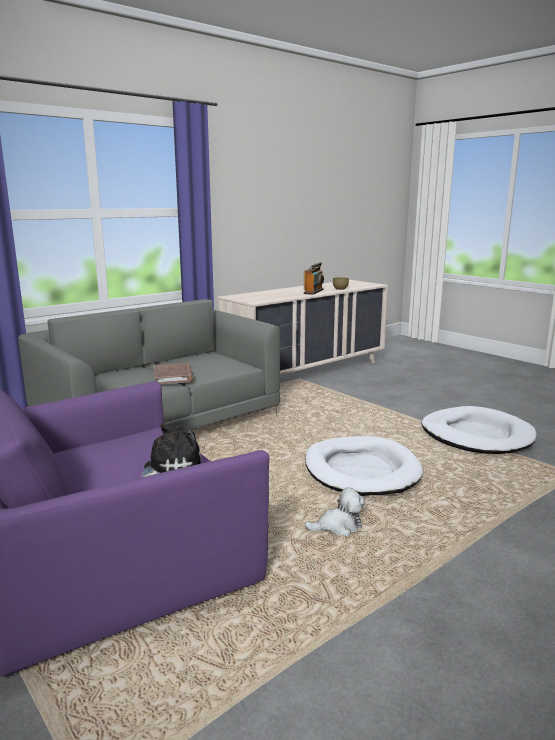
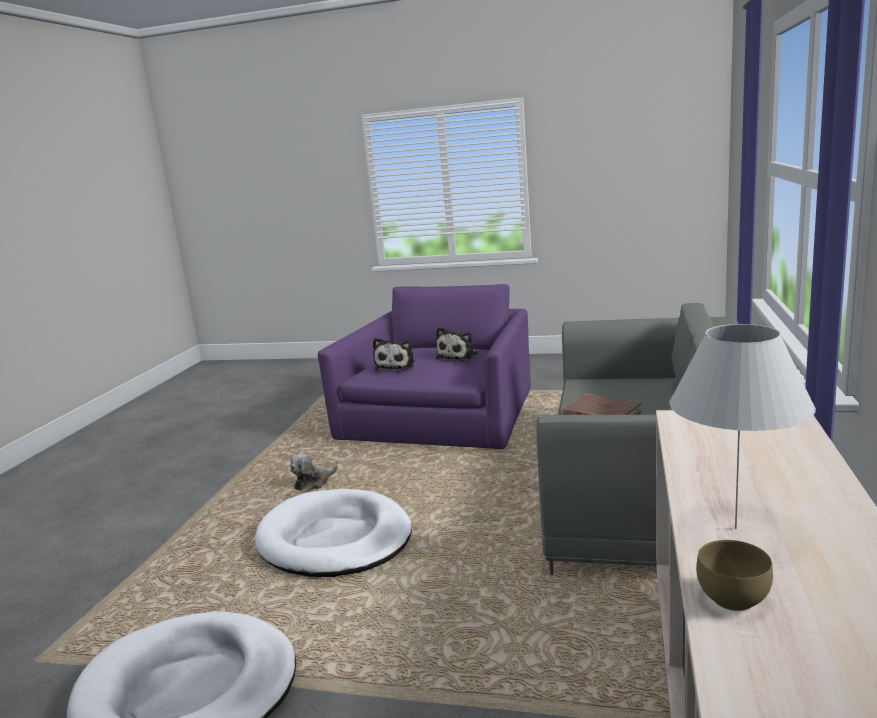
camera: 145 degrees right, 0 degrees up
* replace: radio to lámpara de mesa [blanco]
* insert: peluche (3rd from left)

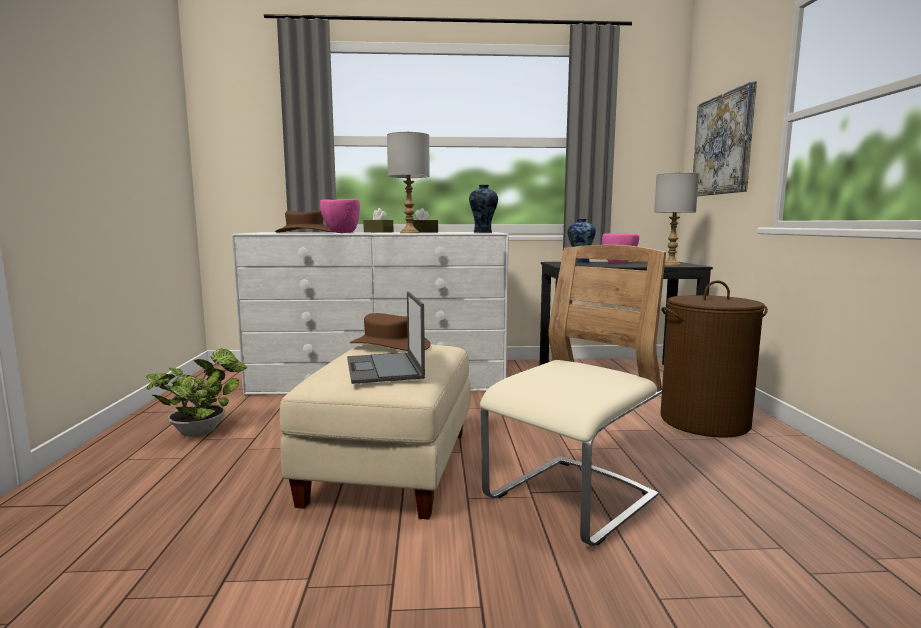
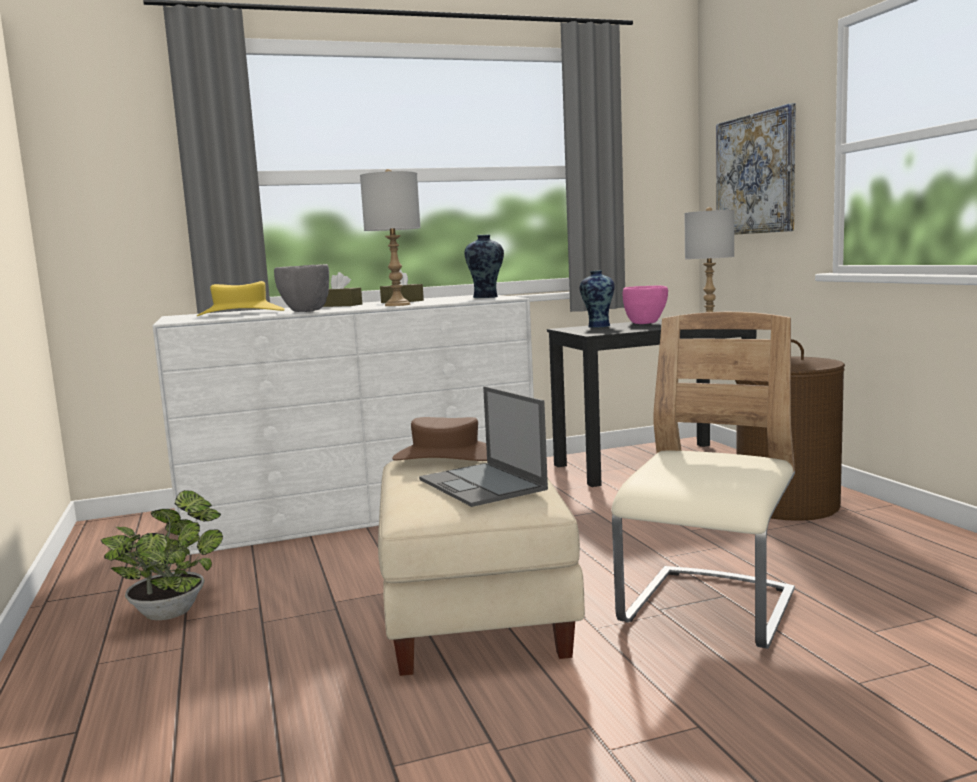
camera: 15 degrees left, 0 degrees up
* recolor: sombrero [marrón] (1st from left) to sombrero [amarillo]
* recolor: cuenco [rosa] (1st from left) to cuenco [gris]

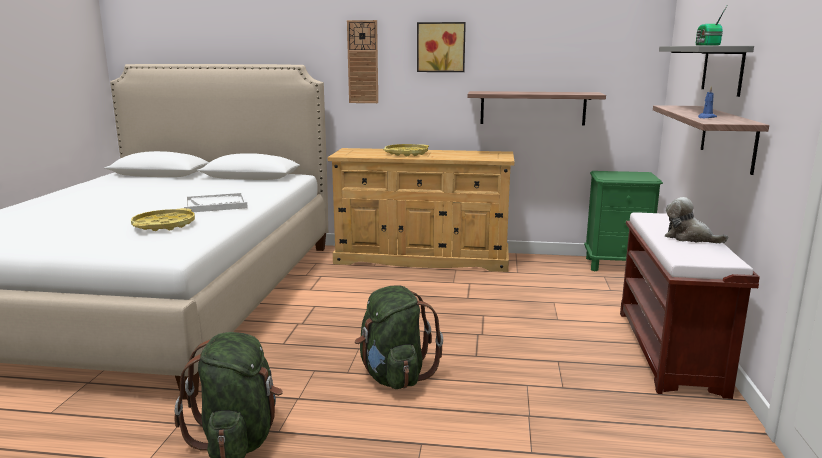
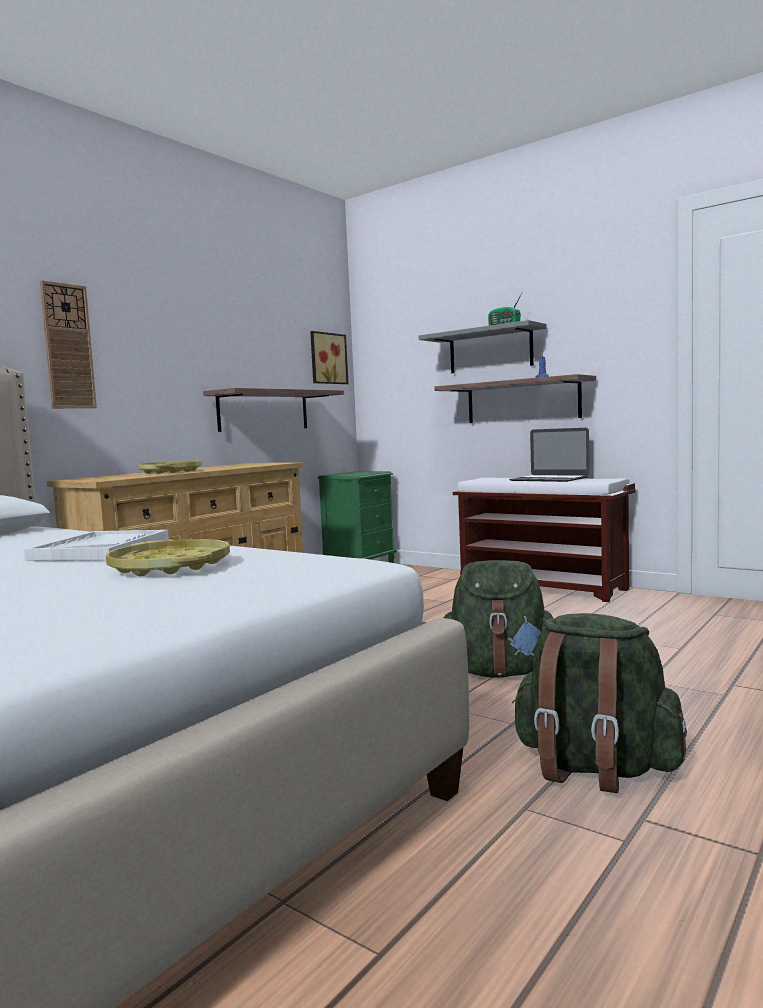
camera: 60 degrees left, 10 degrees down
* move: cuadro
* replace: peluche to portátil

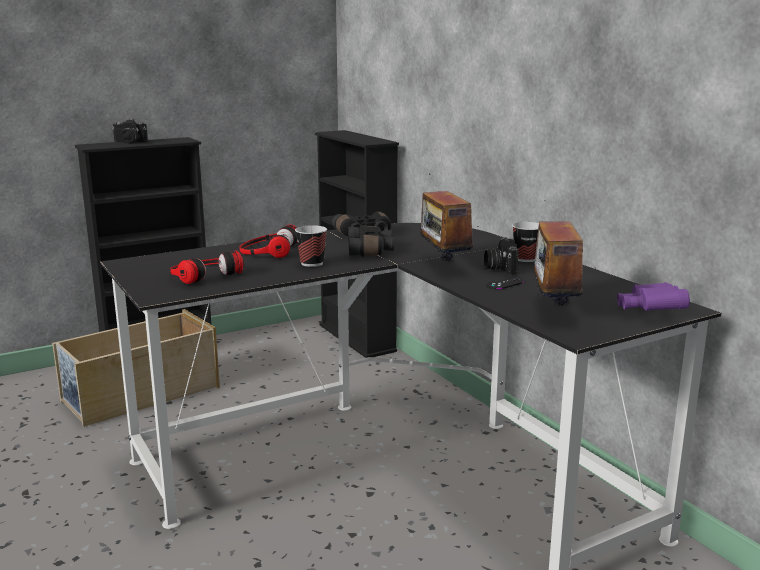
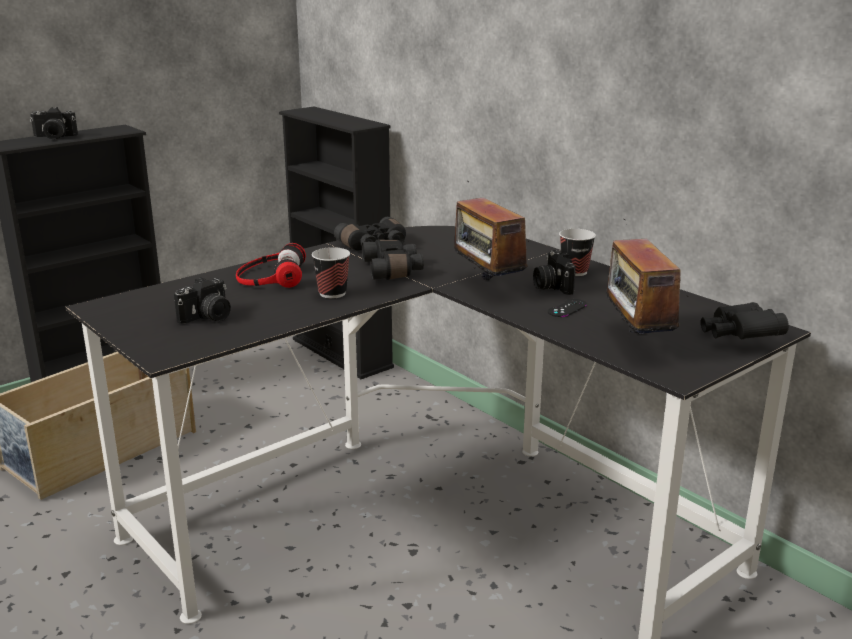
camera: 10 degrees left, 5 degrees up
* replace: auriculares (1st from left) to cámara (2nd from left)
* recolor: prismáticos [morado] to prismáticos [negro] (3rd from left)

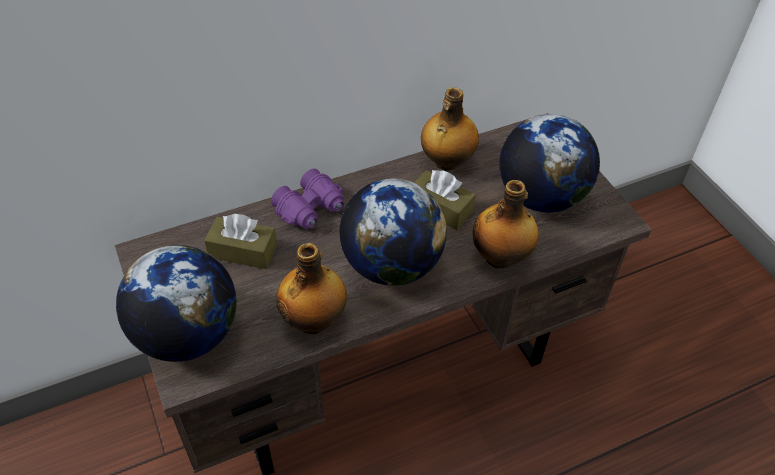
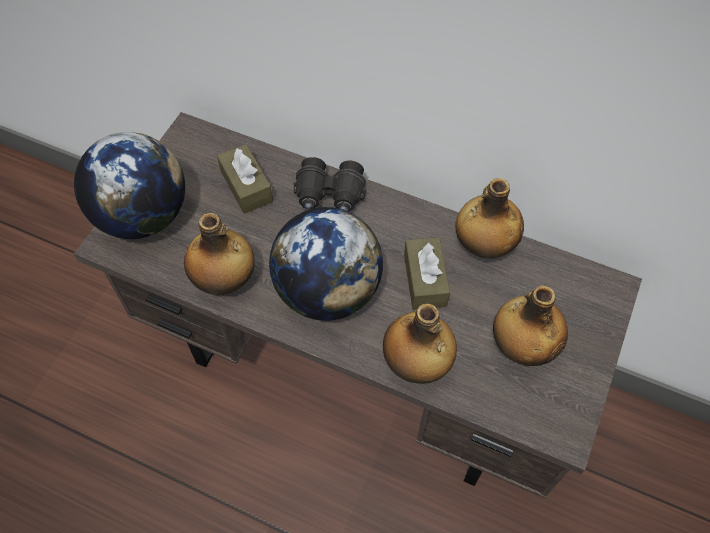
camera: 50 degrees right, 10 degrees up
* recolor: prismáticos [morado] to prismáticos [negro]
* replace: globo terráqueo (3rd from left) to botella (4th from left)

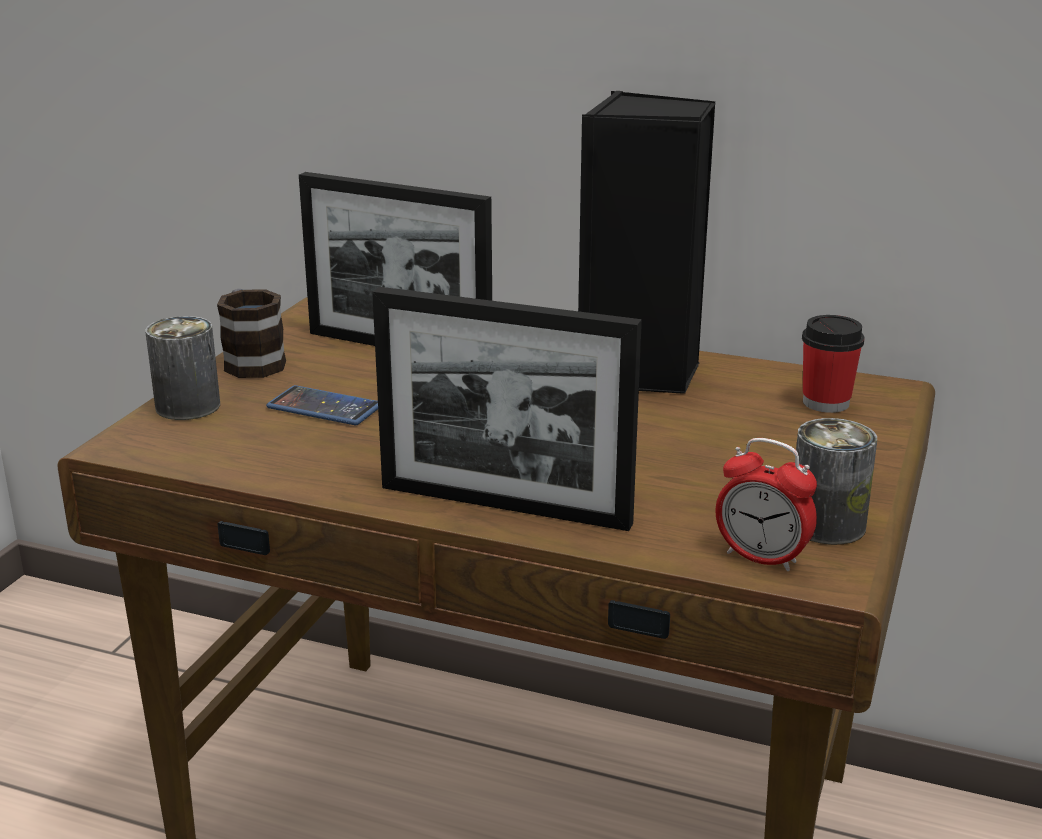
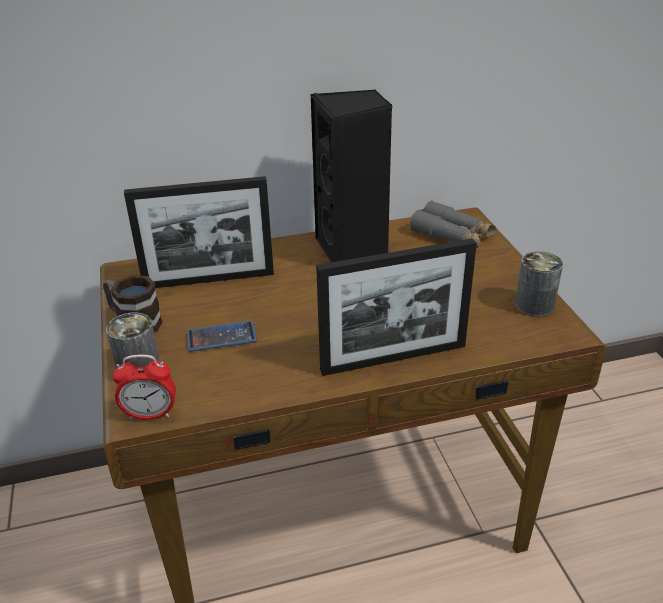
camera: 35 degrees left, 10 degrees up
* move: despertador
* replace: taza to prismáticos [gris]

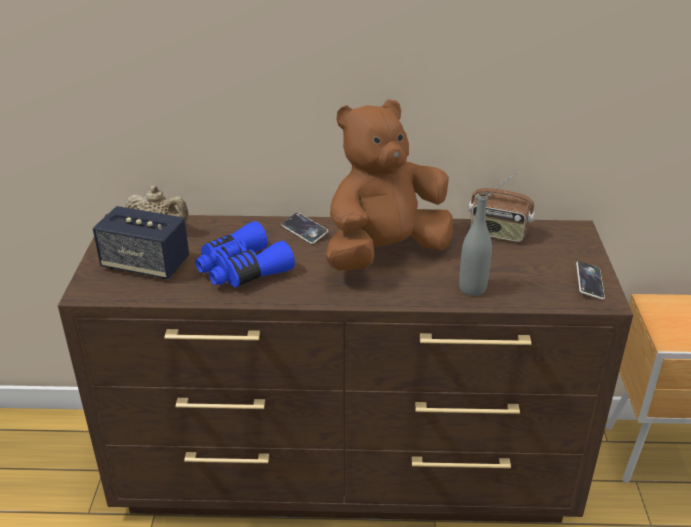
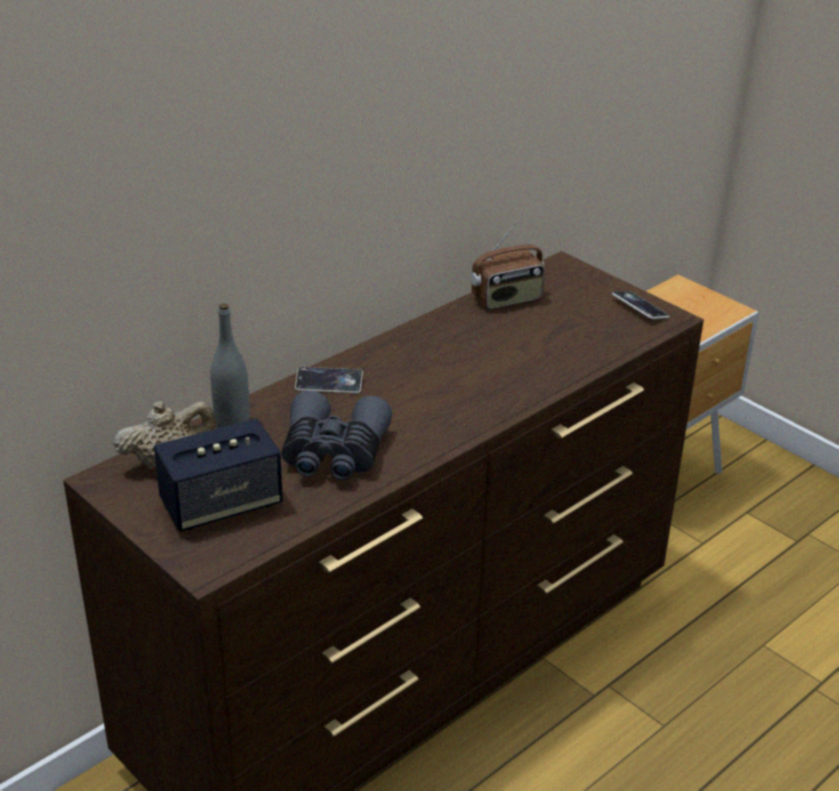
camera: 45 degrees left, 0 degrees up
* recolor: prismáticos [azul] to prismáticos [gris]
* delete: peluche [marrón]
* move: botella [gris]

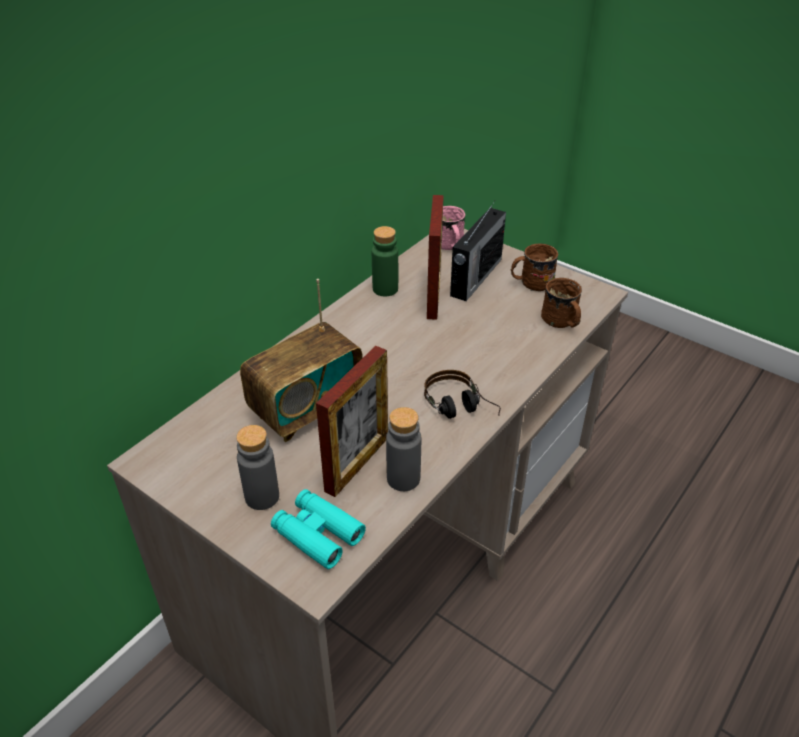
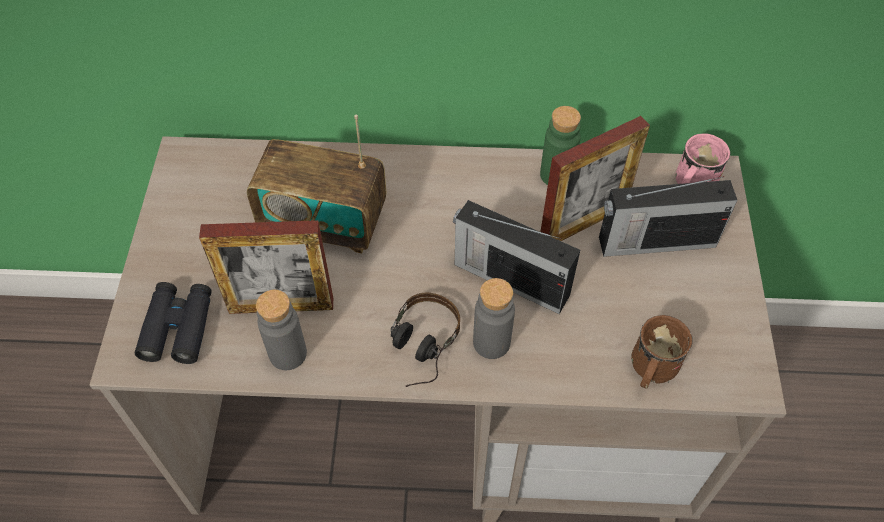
camera: 55 degrees right, 15 degrees up
* move: botella [gris] (1st from left in the first image) to botella [gris] (2nd from left)
* recolor: prismáticos [turquesa] to prismáticos [negro]
* delete: taza grande [marrón] (1st from left)
* insert: radio (2nd from left)

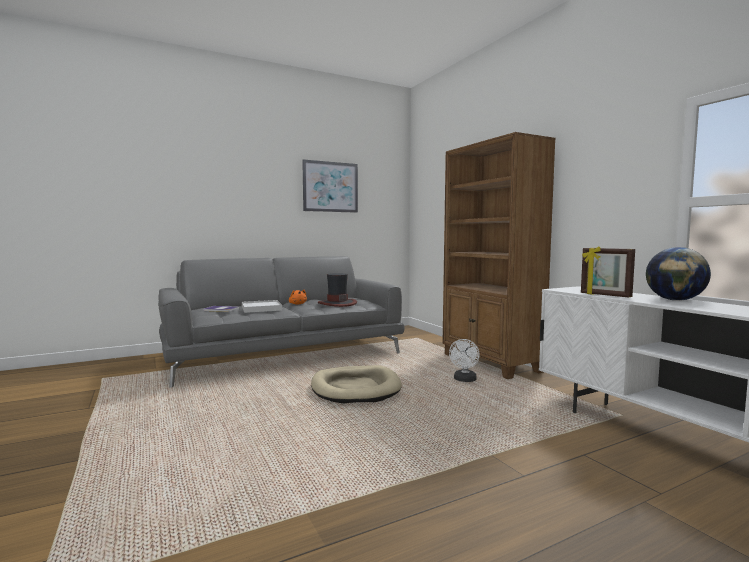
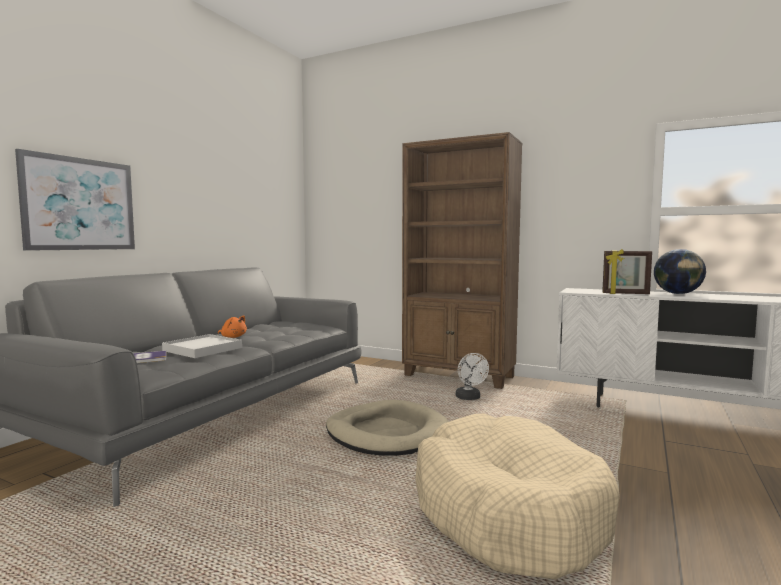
camera: 35 degrees left, 0 degrees up
* move: cuadro
* delete: sombrero
* insert: cama para perro [beis] (2nd from left)

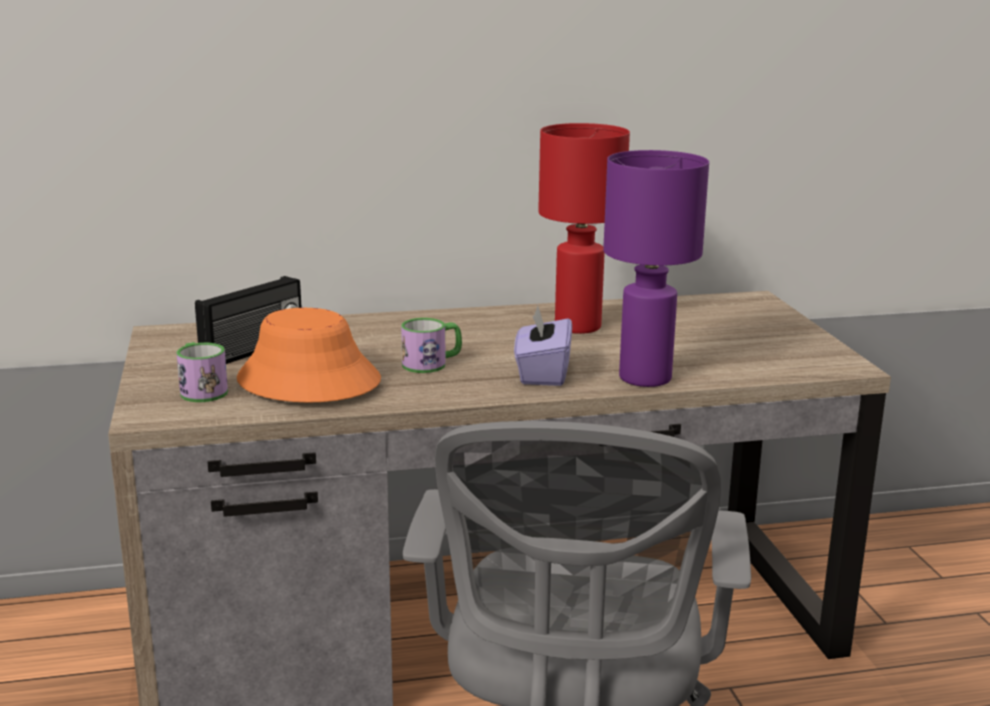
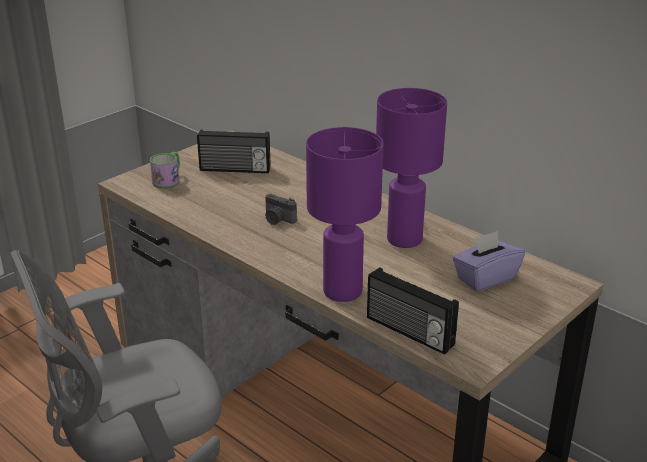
camera: 55 degrees right, 10 degrees up
* delete: sombrero [naranja]
* replace: taza grande (2nd from left) to cámara
* move: caja de pañuelos [morado]
* recolor: lámpara de mesa [rojo] to lámpara de mesa [morado] (2nd from left)
* insert: radio (2nd from left)

